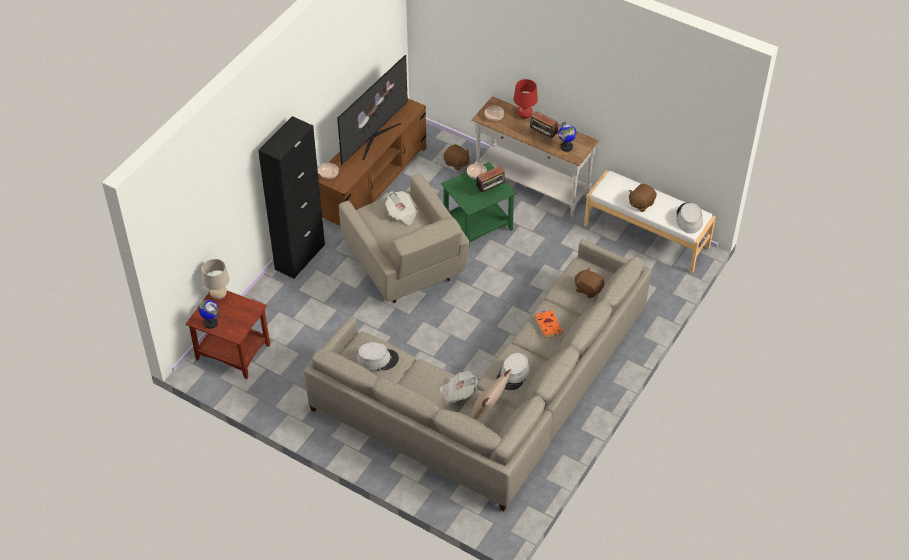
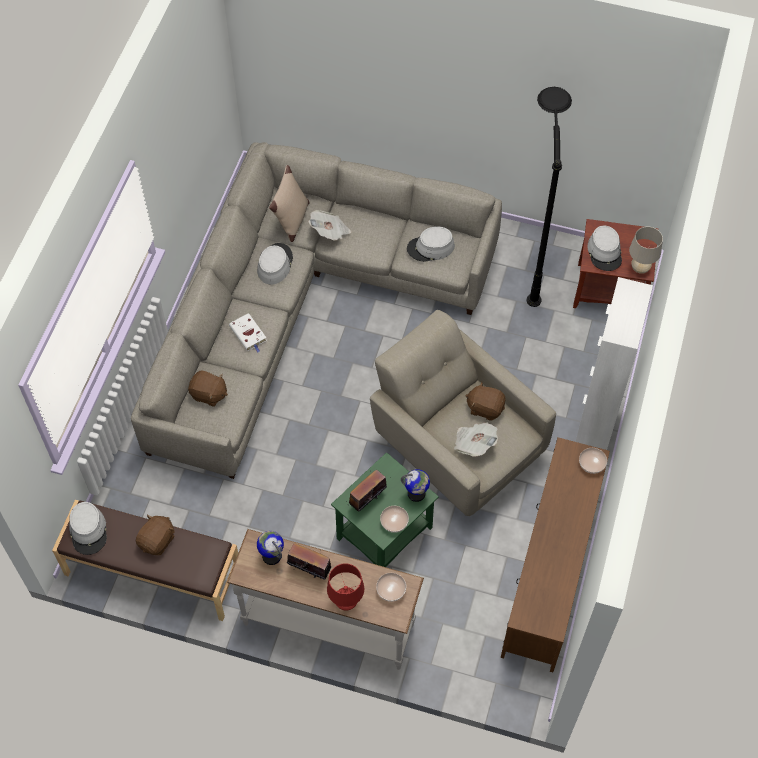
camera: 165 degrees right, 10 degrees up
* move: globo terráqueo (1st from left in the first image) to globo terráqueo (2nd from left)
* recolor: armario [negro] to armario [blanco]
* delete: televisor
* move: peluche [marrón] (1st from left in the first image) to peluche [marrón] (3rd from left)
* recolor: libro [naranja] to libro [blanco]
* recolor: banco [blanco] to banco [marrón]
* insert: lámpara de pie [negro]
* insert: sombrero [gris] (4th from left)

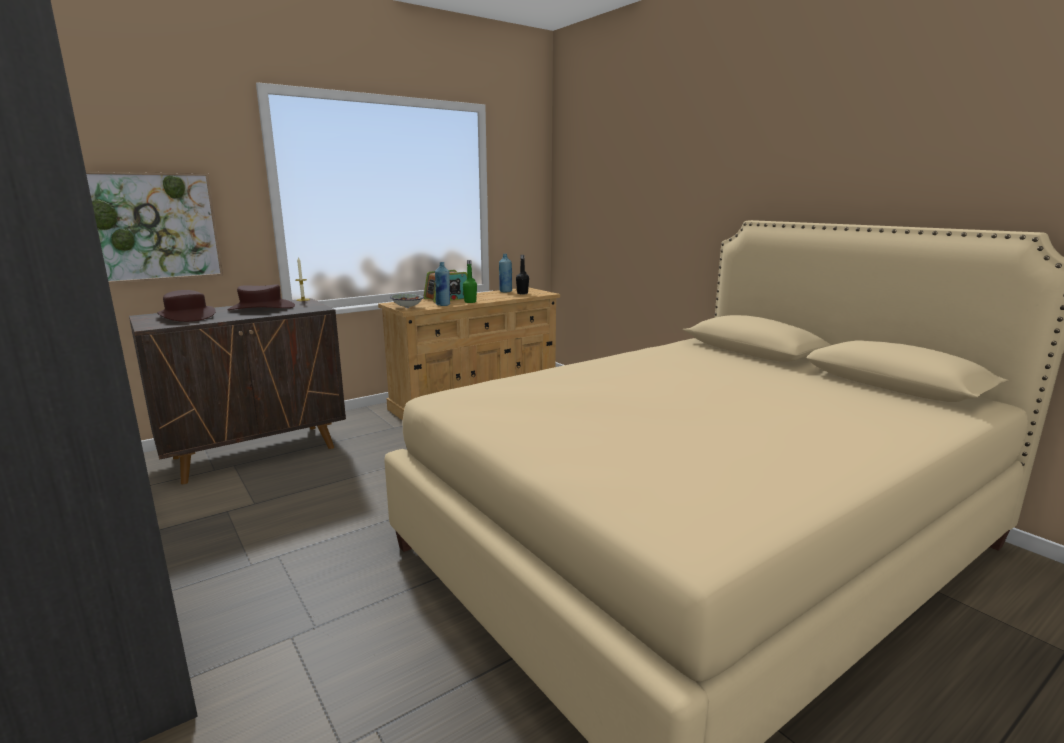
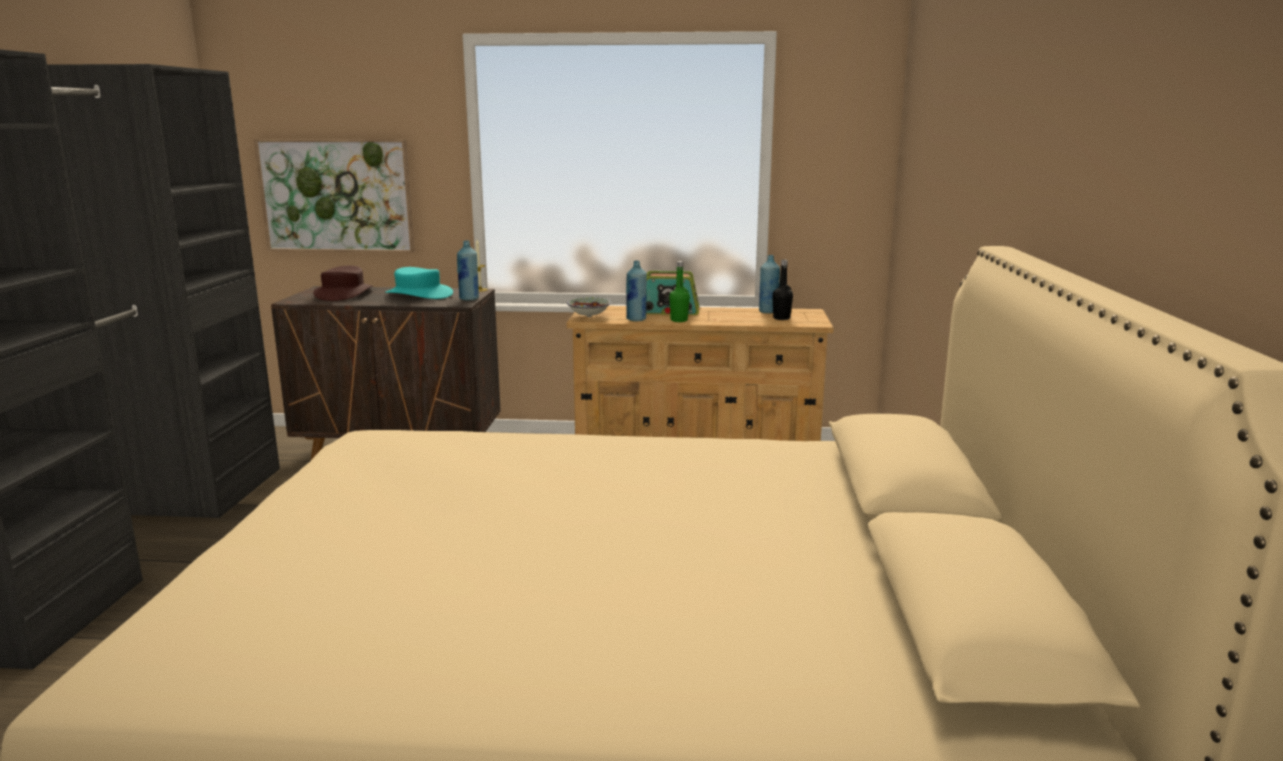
camera: 40 degrees right, 0 degrees up
* recolor: sombrero [marrón] (2nd from left) to sombrero [turquesa]
* insert: botella [azul] (1st from left)

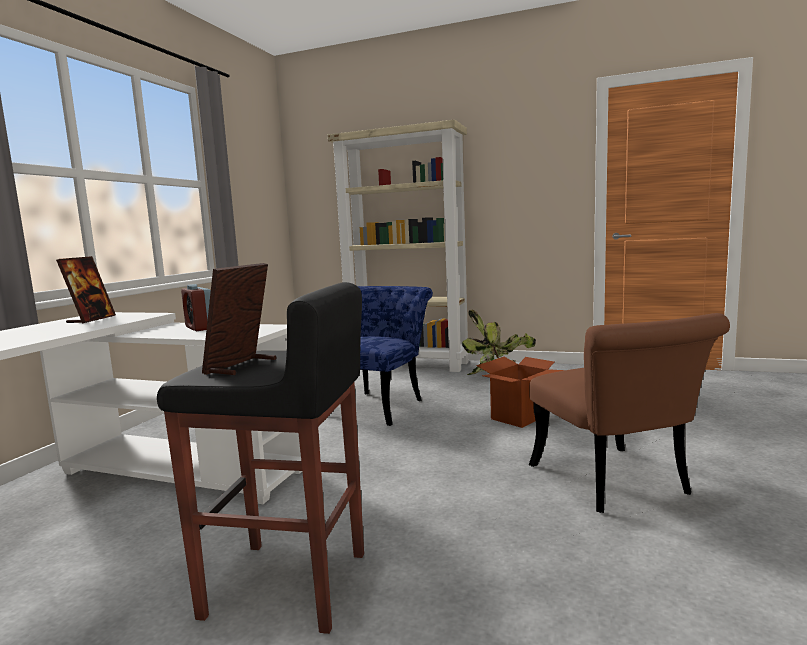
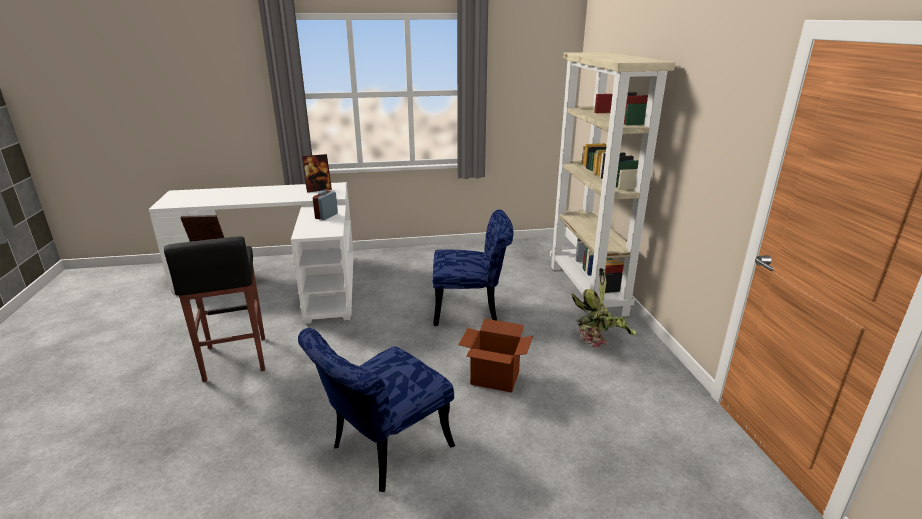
camera: 60 degrees right, 15 degrees up
* recolor: silla [marrón] to silla [azul] (1st from left)

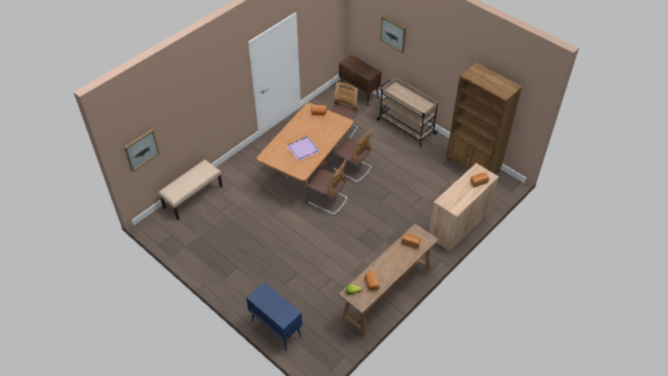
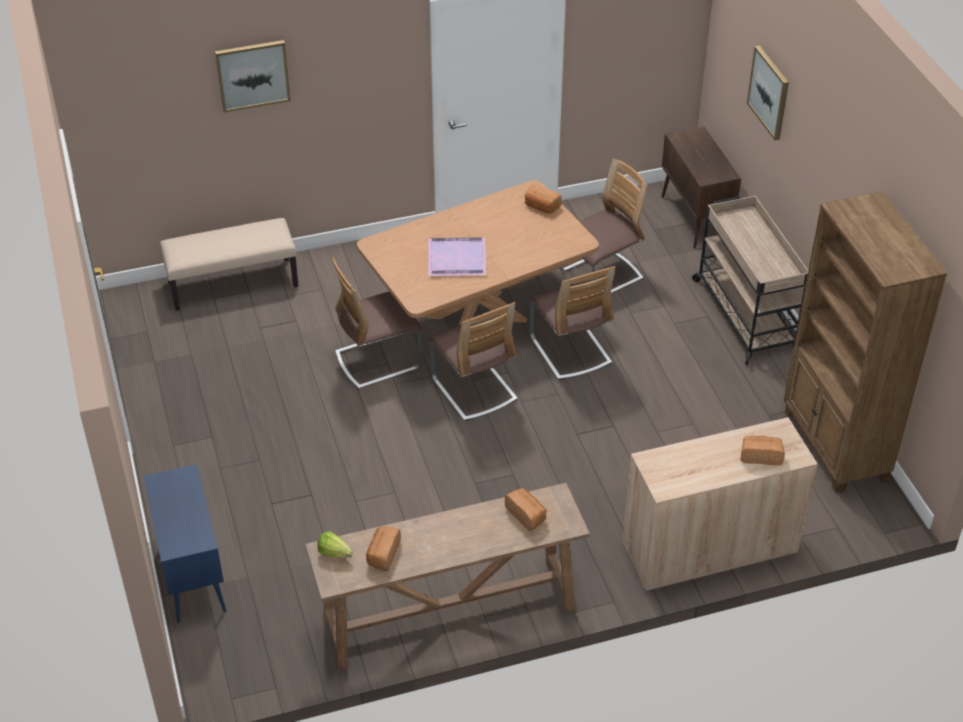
camera: 30 degrees right, 5 degrees down
* move: cuadro (1st from left)
* insert: silla (1st from left)

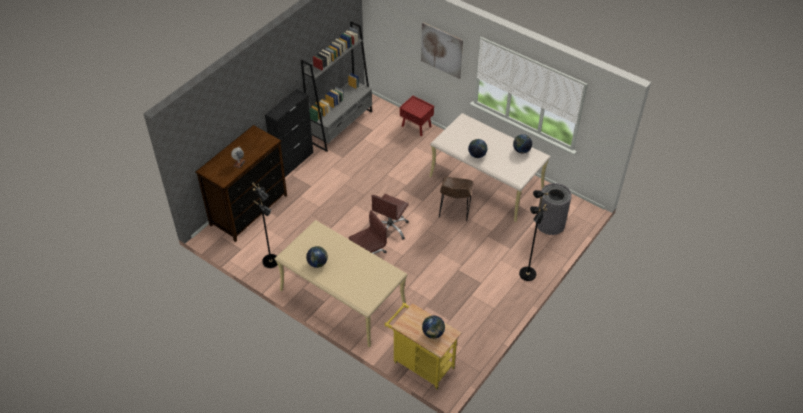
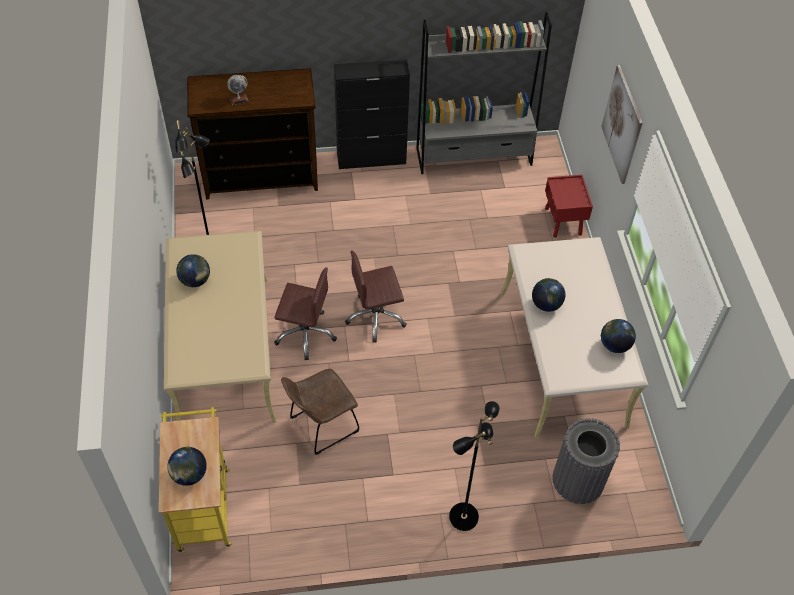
camera: 45 degrees right, 5 degrees up
* move: silla [marrón]

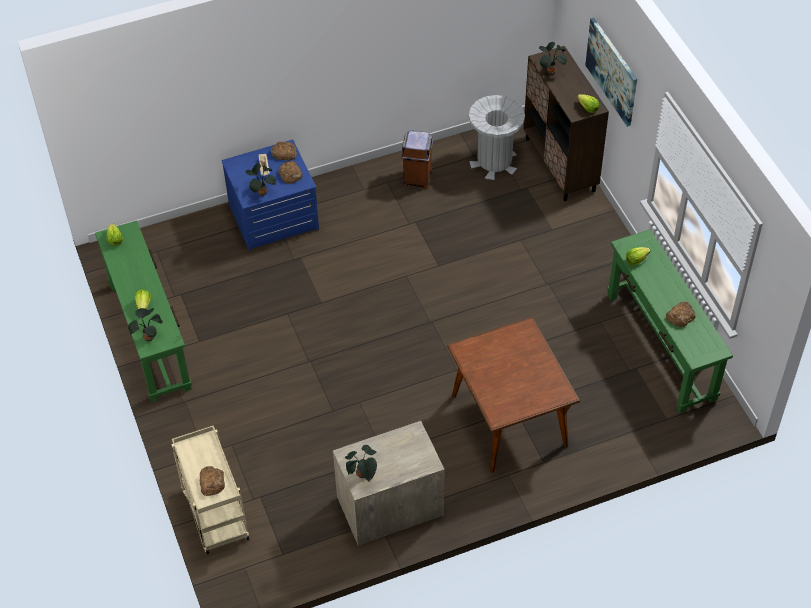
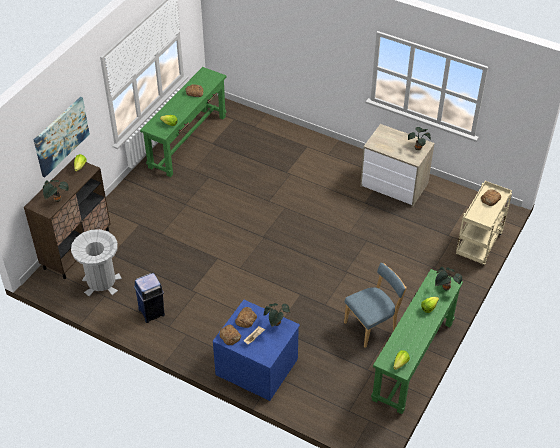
camera: 130 degrees left, 5 degrees down
* recolor: papelera [marrón] to papelera [azul]
* delete: mesa de comedor [marrón]
* insert: silla [azul]

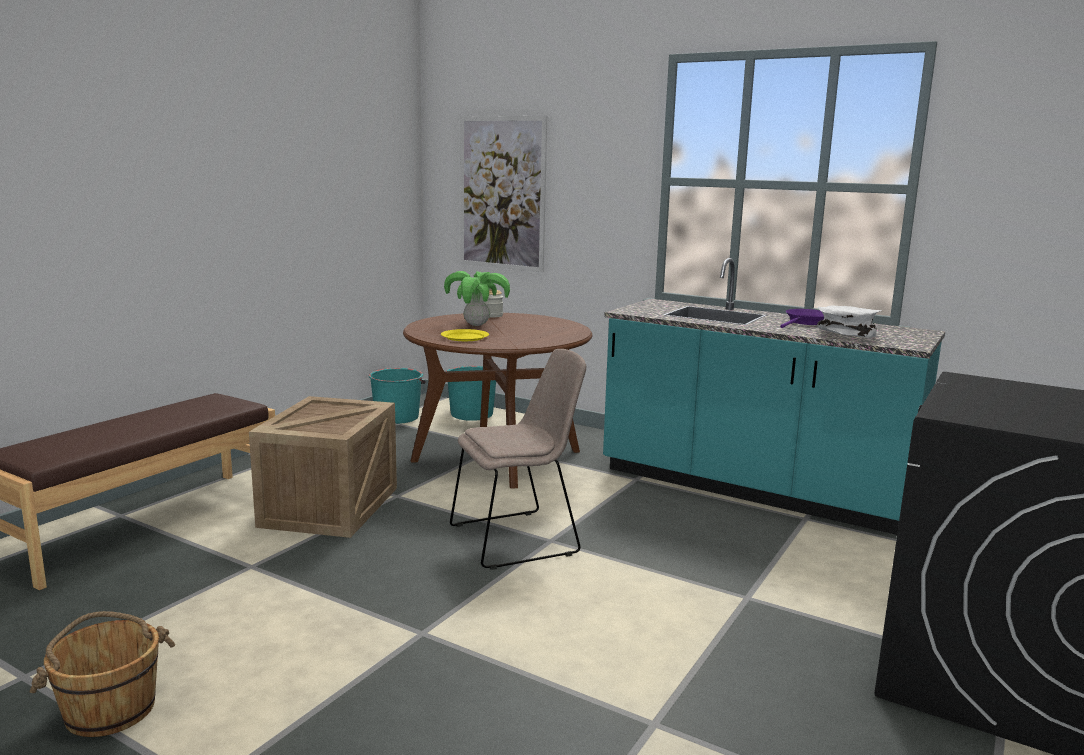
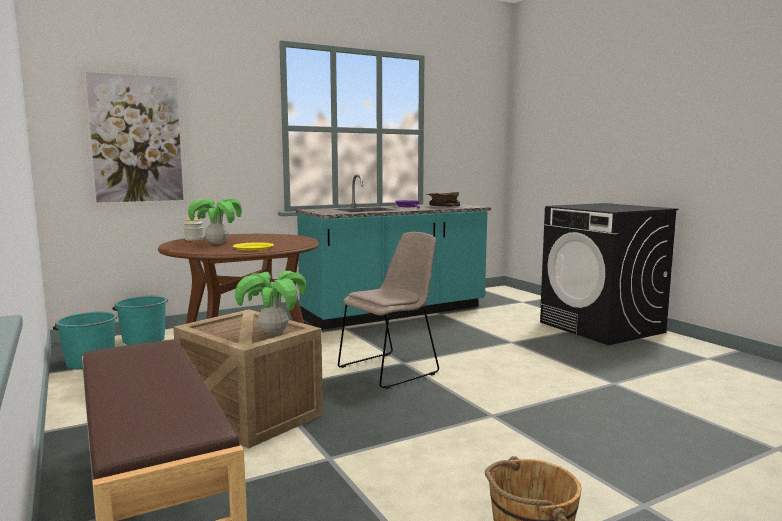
camera: 60 degrees left, 5 degrees down
* rotate: silla [beis] 45 degrees clockwise
* recolor: cuenco [blanco] to cuenco [marrón]
* insert: planta en maceta (2nd from left)

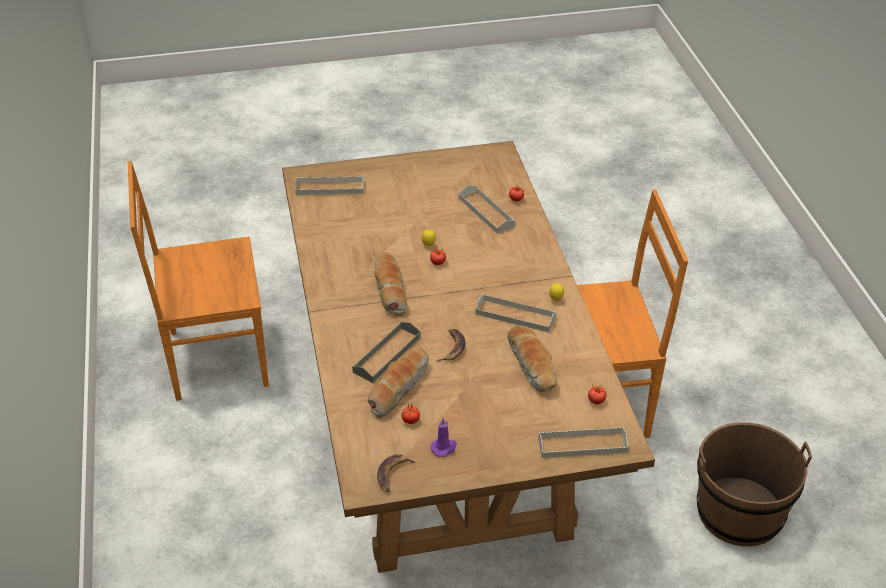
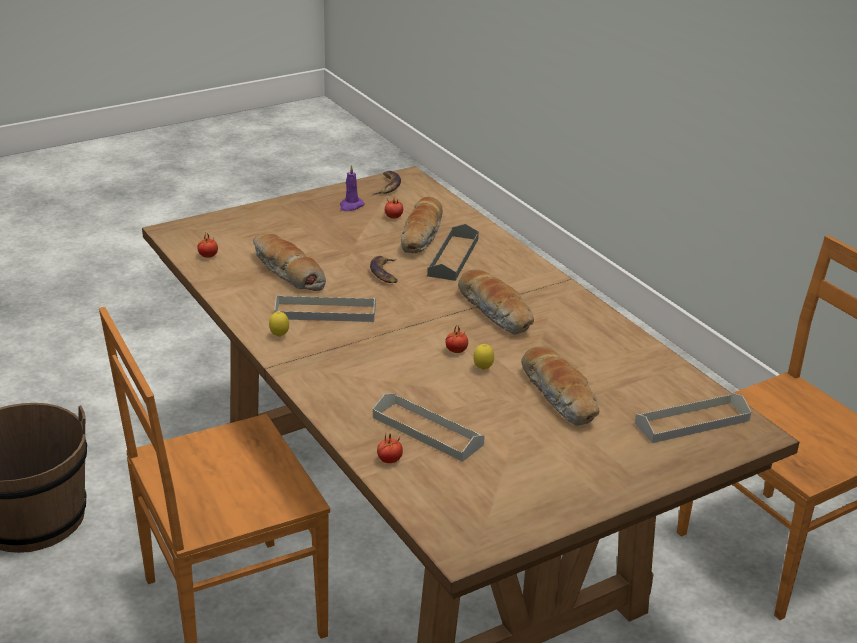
camera: 160 degrees right, 10 degrees down
* delete: bandeja [gris] (5th from left)
* insert: pan (4th from left)

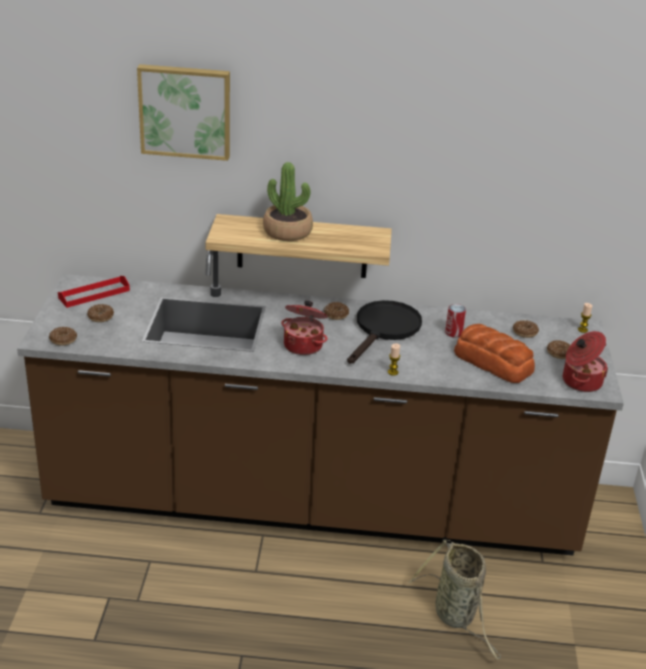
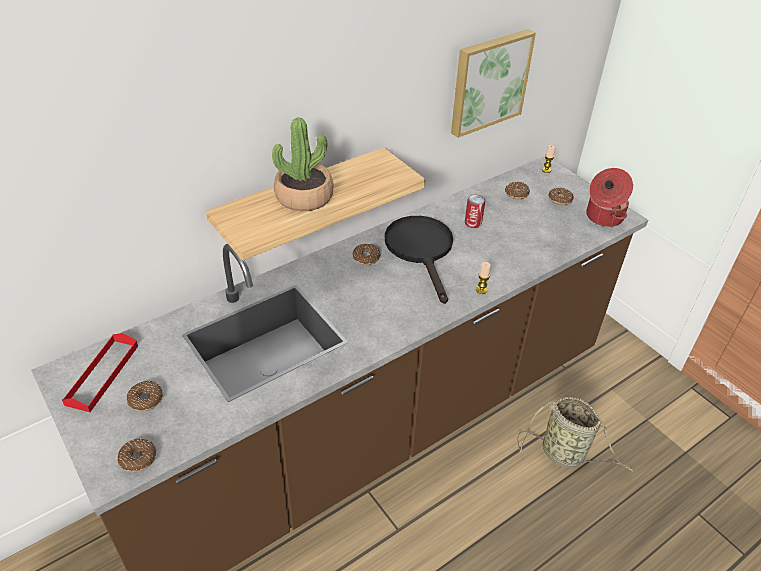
camera: 40 degrees left, 10 degrees up
* move: cuadro
* delete: olla (1st from left)
* delete: pan

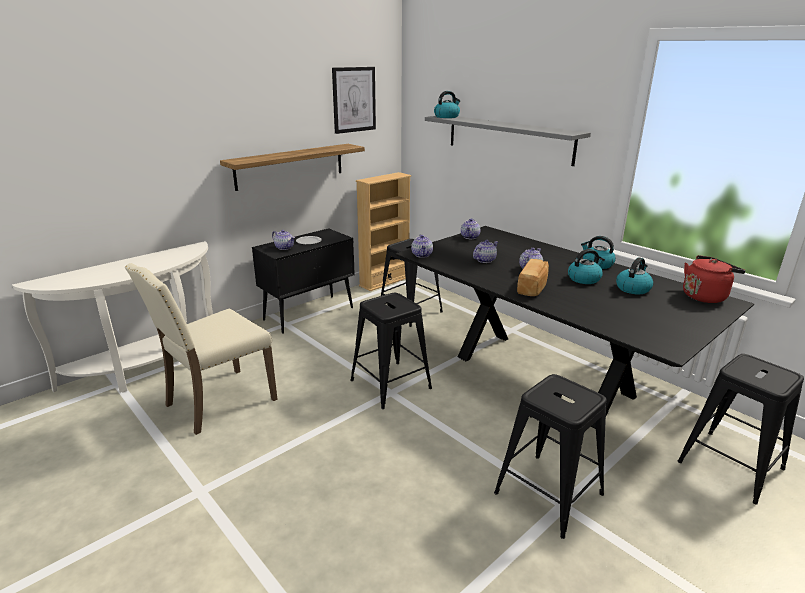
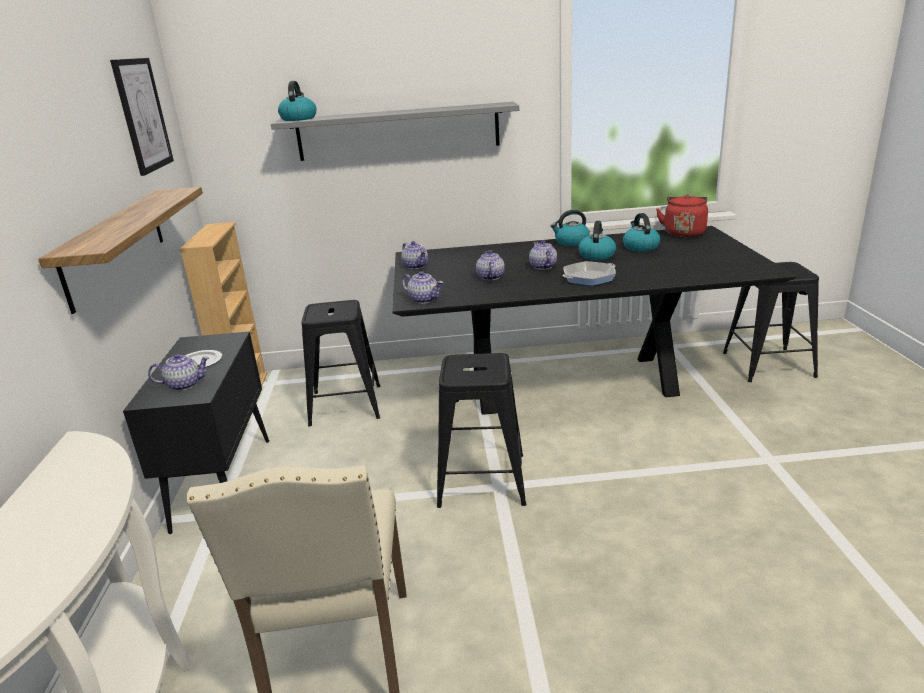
camera: 50 degrees left, 0 degrees up
* delete: taburete [negro] (3rd from left)
* replace: pan to sartén

